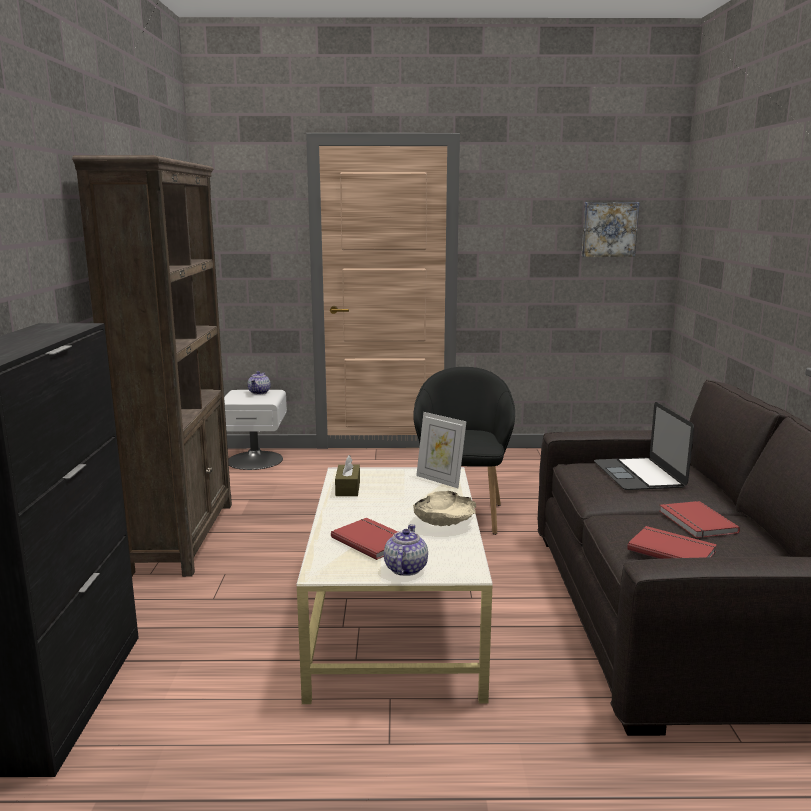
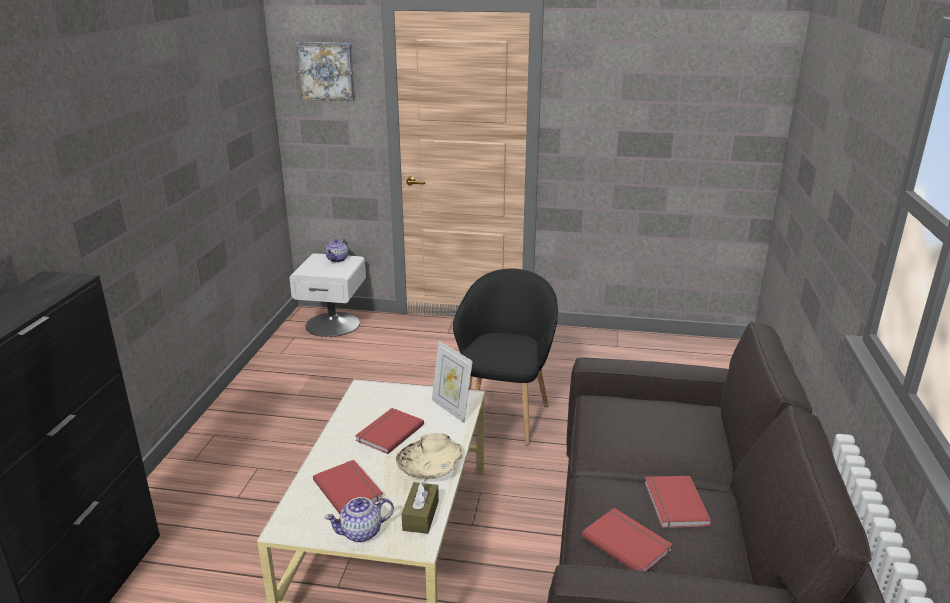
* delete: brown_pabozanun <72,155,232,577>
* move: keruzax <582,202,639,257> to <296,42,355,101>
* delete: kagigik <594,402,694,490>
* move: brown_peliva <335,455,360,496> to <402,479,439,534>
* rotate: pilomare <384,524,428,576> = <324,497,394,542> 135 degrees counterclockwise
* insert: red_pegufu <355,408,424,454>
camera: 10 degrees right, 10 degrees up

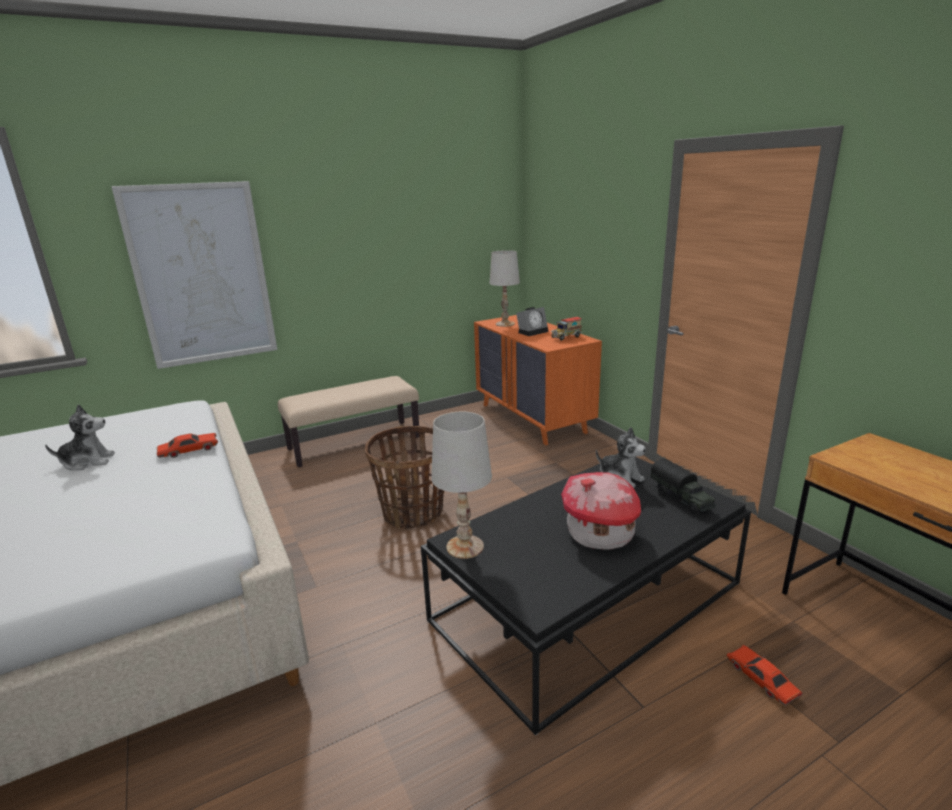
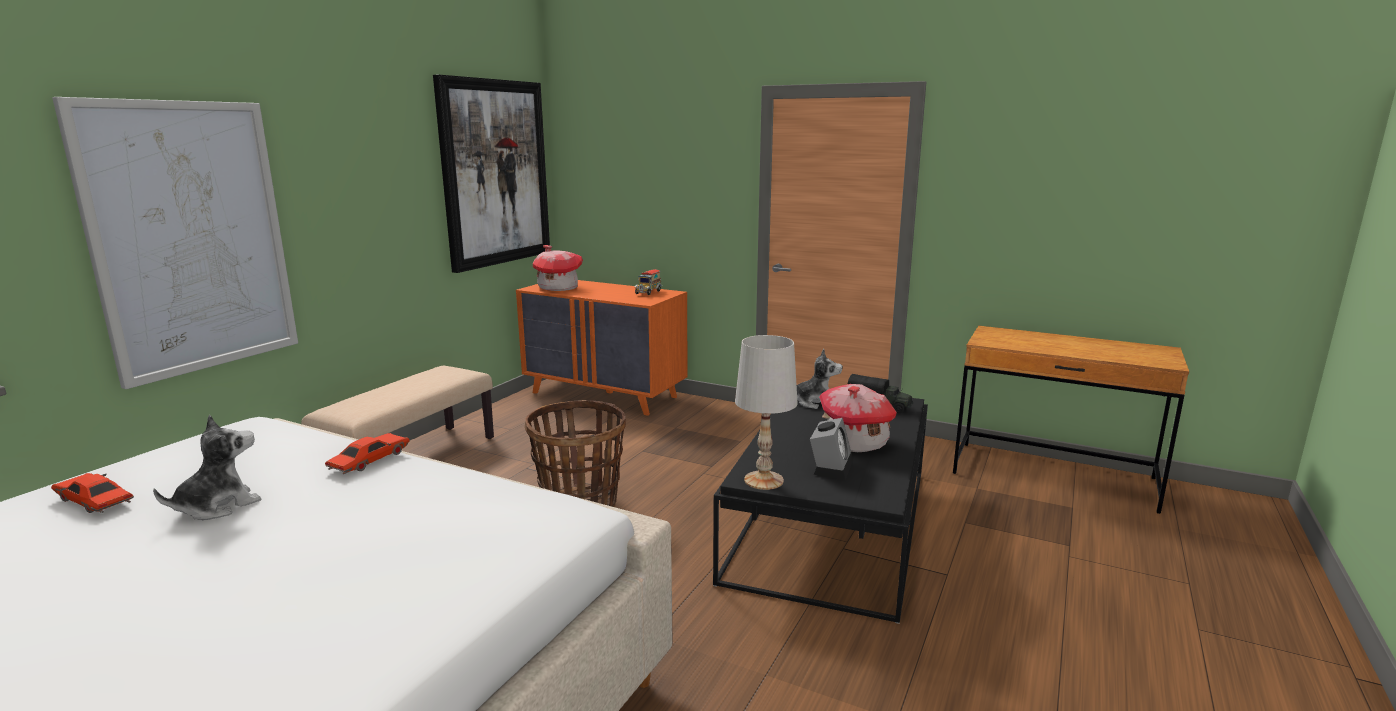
* replace: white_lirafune <489,250,520,327> to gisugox <533,245,583,291>
* move: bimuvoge <516,307,549,336> to <810,418,853,479>
* move: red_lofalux <727,645,803,706> to <51,473,134,513>
* insert: keruzax <433,74,550,273>
camera: 35 degrees left, 5 degrees down

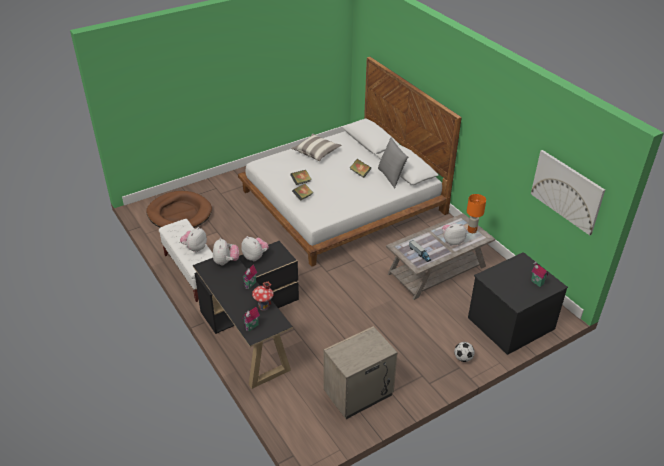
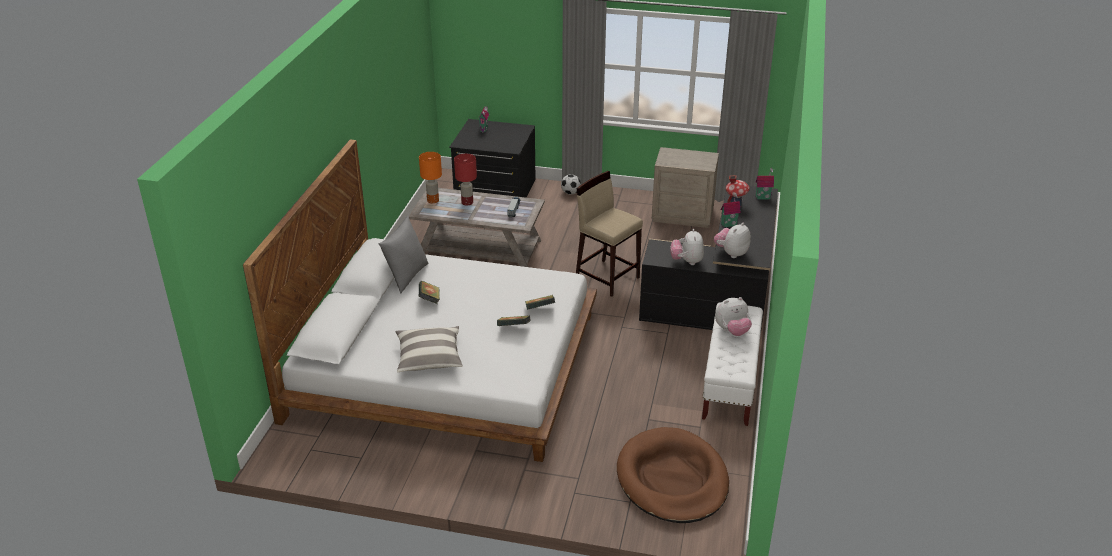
* delete: keruzax <531,150,605,235>
* replace: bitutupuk <442,223,467,245> to red_lirafune <454,154,477,206>
* insert: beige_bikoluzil <576,171,643,297>
camera: 135 degrees left, 5 degrees down

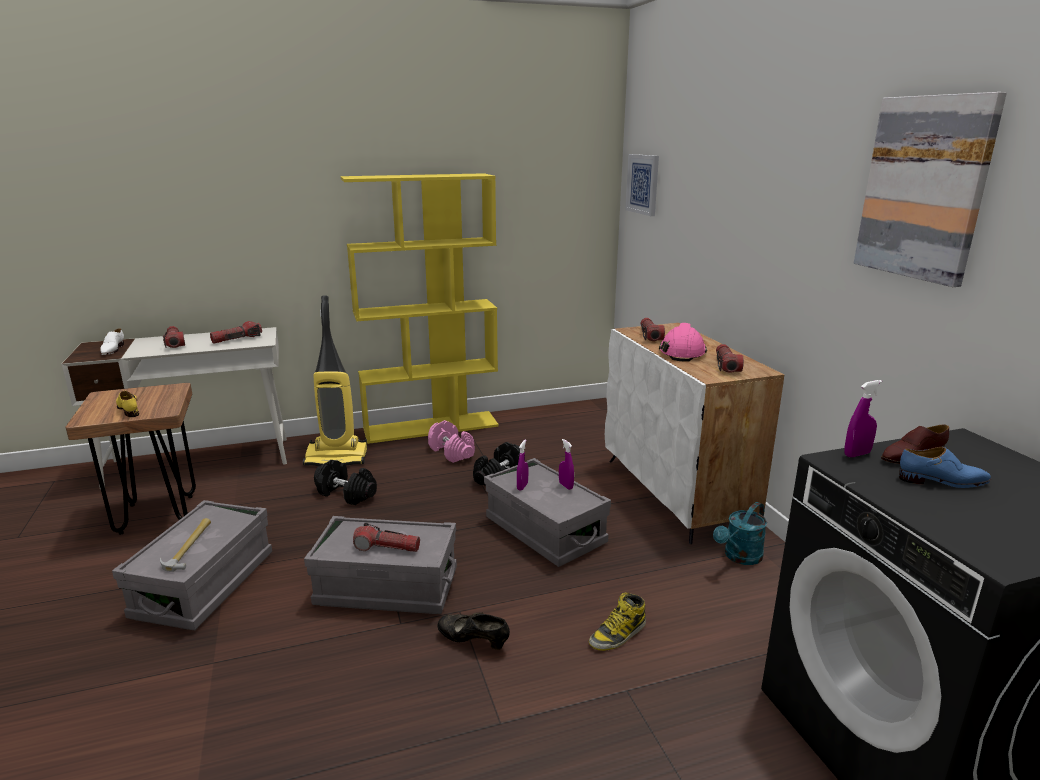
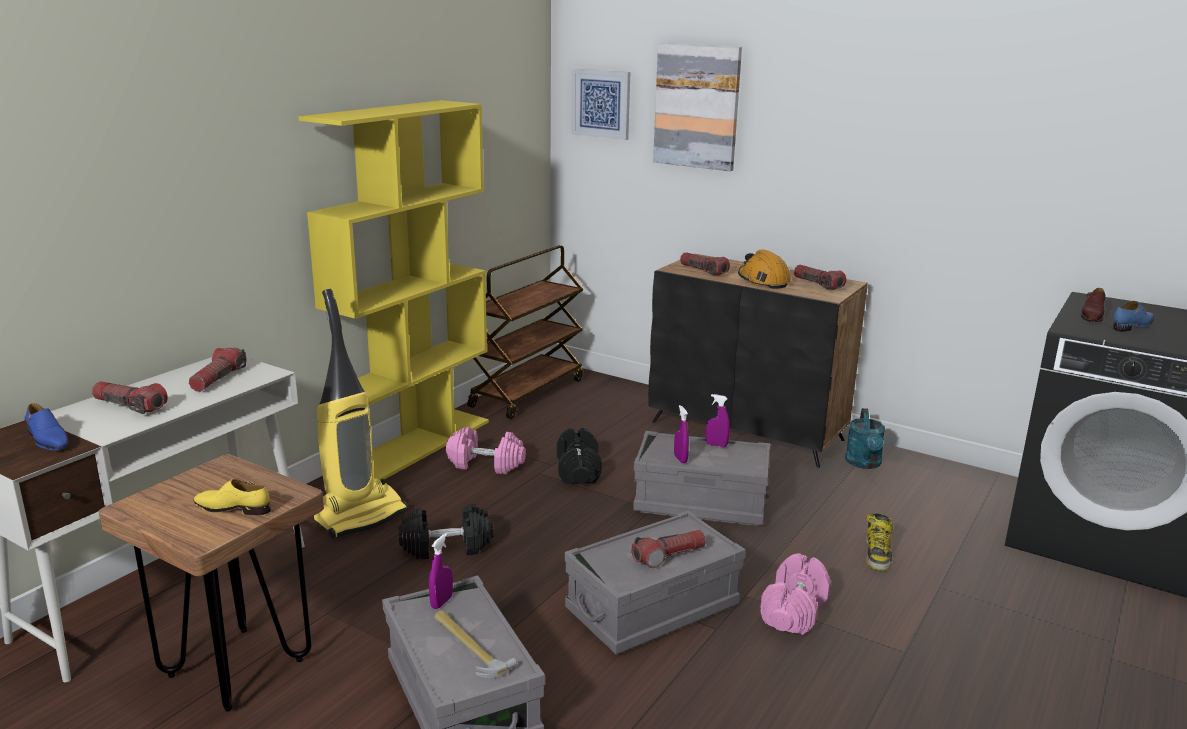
* move: keruzax <854,92,1007,287> to <653,43,742,171>
* recolor: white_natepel <605,323,784,544> to black_natepel <648,254,868,468>
* recolor: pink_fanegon <659,323,707,362> to orange_fanegon <738,249,791,289>
* recolor: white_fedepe <100,328,124,355> to blue_fedepe <25,403,69,450>
* move: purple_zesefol <844,380,882,457> to <429,533,453,609>
* replace: black_fedepe <437,612,510,650> to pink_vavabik <761,553,831,635>
* insert: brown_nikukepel <467,245,583,419>
camera: 40 degrees left, 0 degrees up

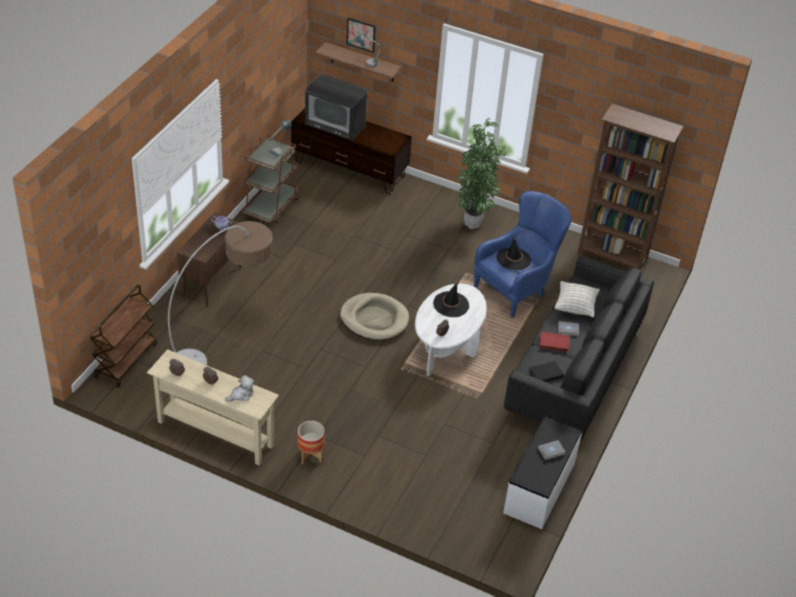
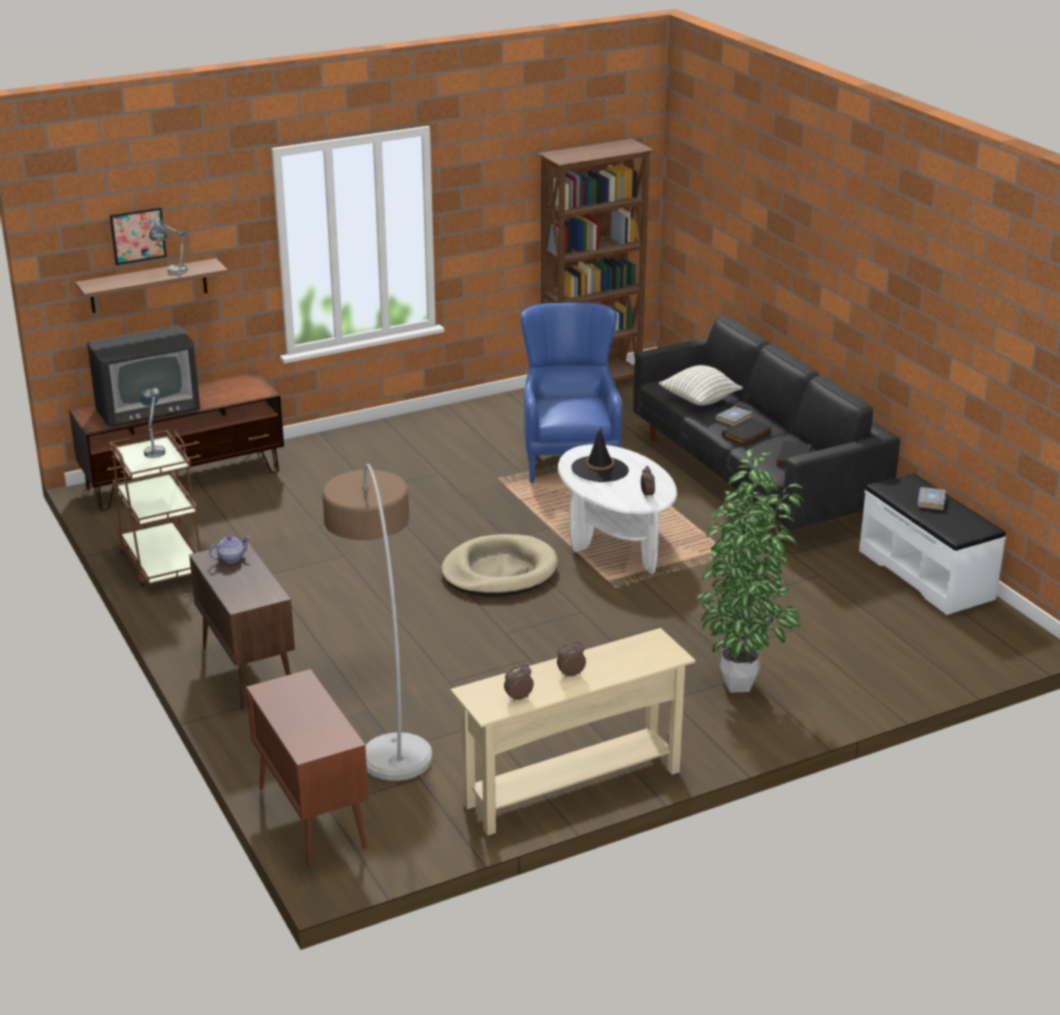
* move: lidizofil <457,118,506,229> to <694,448,805,693>
* delete: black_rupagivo <497,236,531,270>
* replace: brown_nikukepel <90,285,157,387> to brown_natepel <246,669,368,868>
* recolor: red_pegufu <539,332,570,352> to black_pegufu <722,418,772,446>
* delete: bitutupuk <225,375,254,402>
* delete: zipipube <298,421,325,465>
camera: 50 degrees left, 15 degrees down

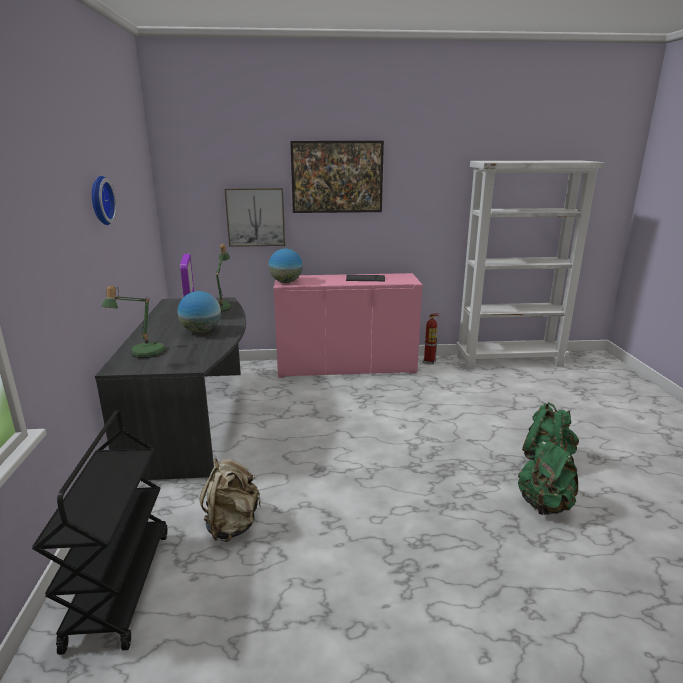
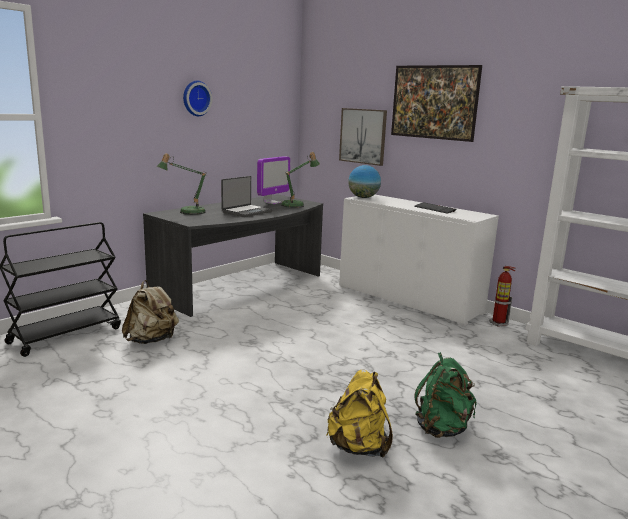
* recolor: pink_natepel <274,273,422,378> to white_natepel <339,195,499,326>
* replace: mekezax <178,291,221,333> to kagigik <221,176,272,217>
* recolor: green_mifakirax <518,439,578,515> to yellow_mifakirax <327,369,393,458>
camera: 45 degrees right, 5 degrees down

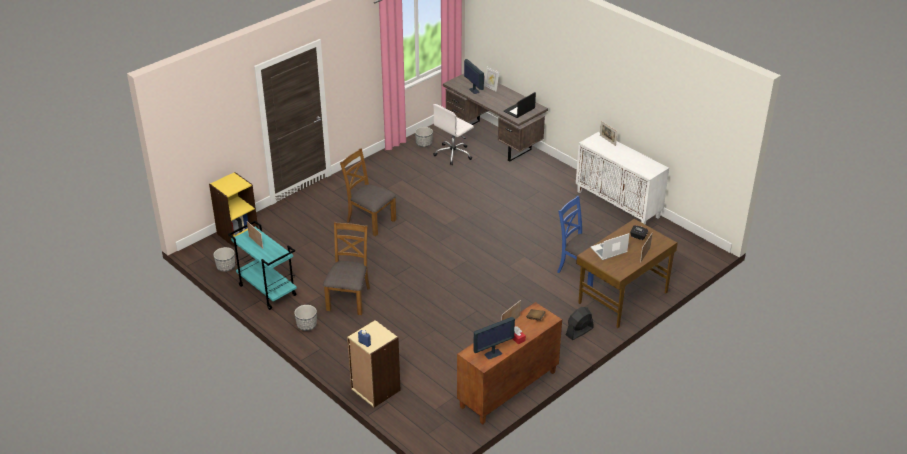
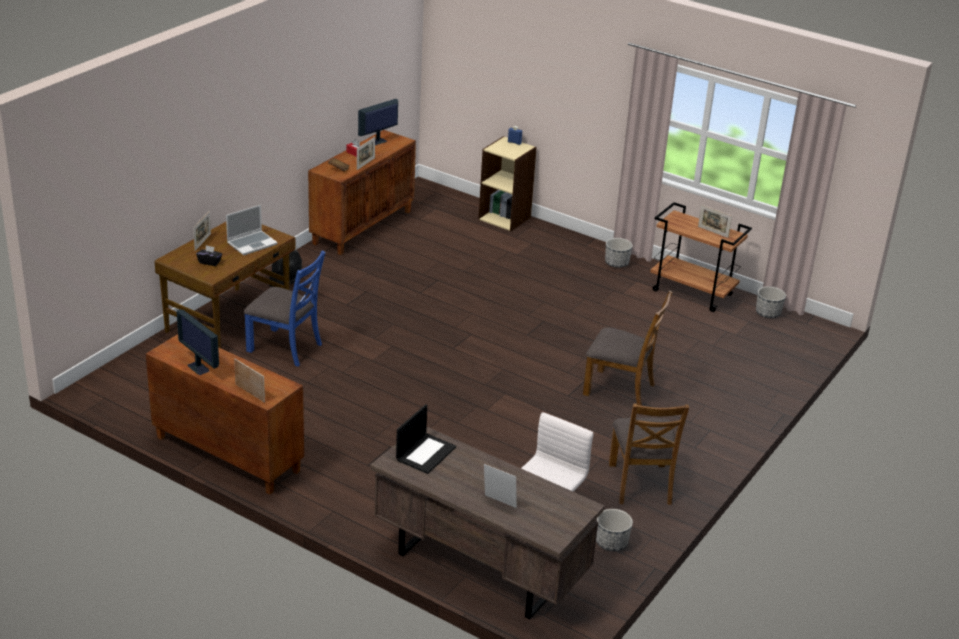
* move: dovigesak <464,59,484,94> to <176,309,219,375>
* recolor: white_natepel <576,132,669,225> to brown_natepel <146,334,304,494>
* delete: yellow_pabozanun <209,172,258,247>
* recolor: turquoise_nikukepel <228,221,297,310> to brown_nikukepel <650,202,752,312>
* move: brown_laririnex <323,222,370,315> to <609,403,689,505>
camera: 165 degrees right, 5 degrees down

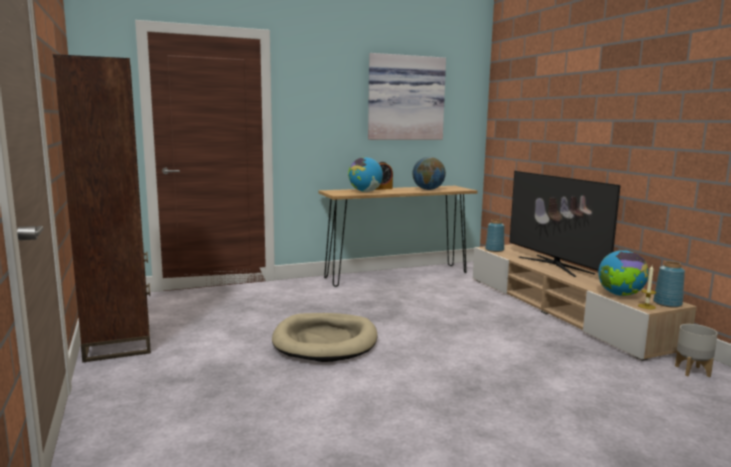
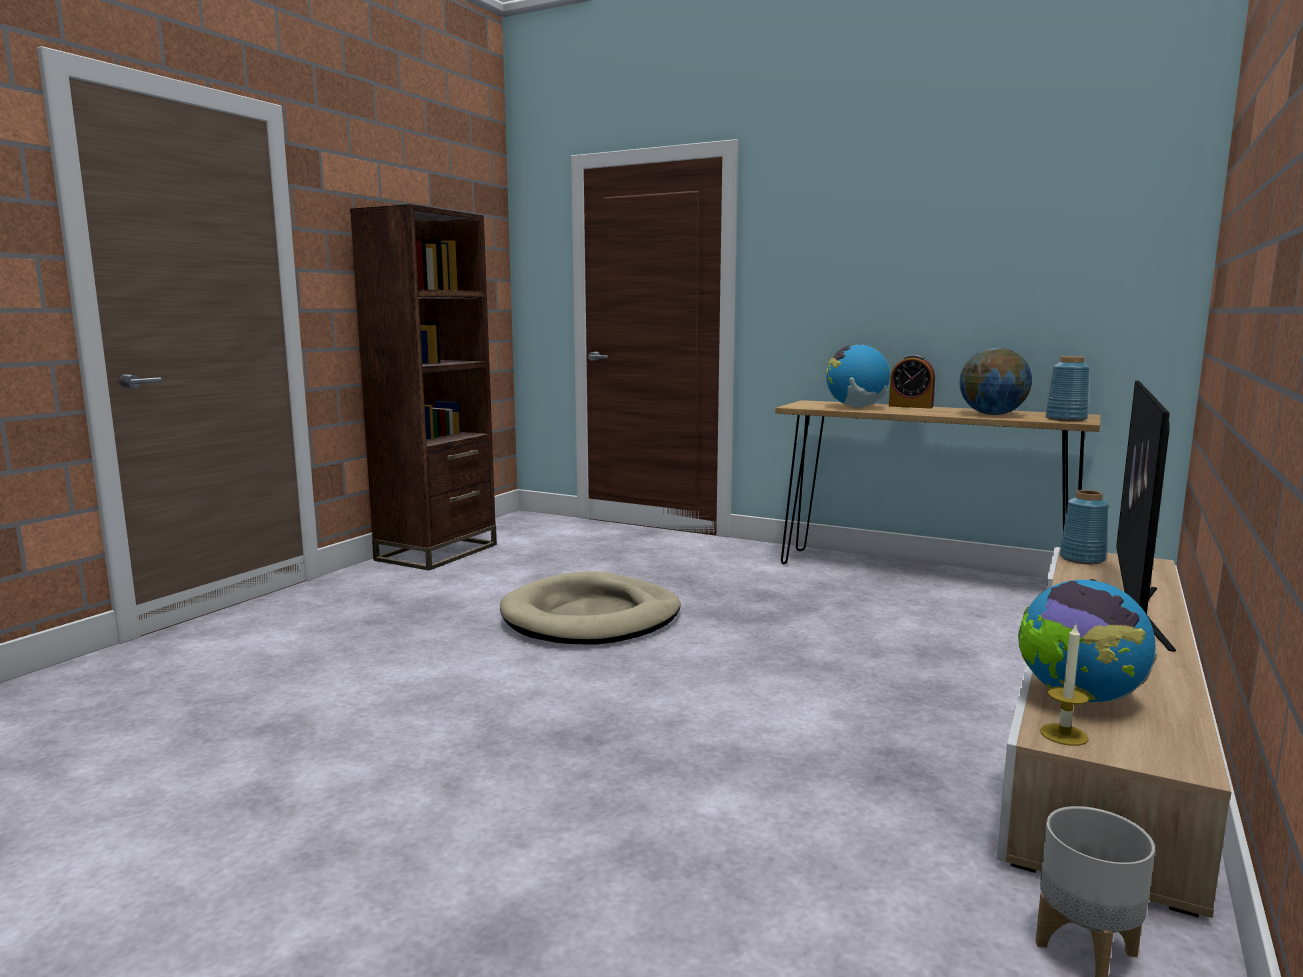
* delete: keruzax <368,53,446,140>
* move: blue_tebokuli <653,261,685,308> to <1046,356,1090,422>
camera: 50 degrees right, 0 degrees up

